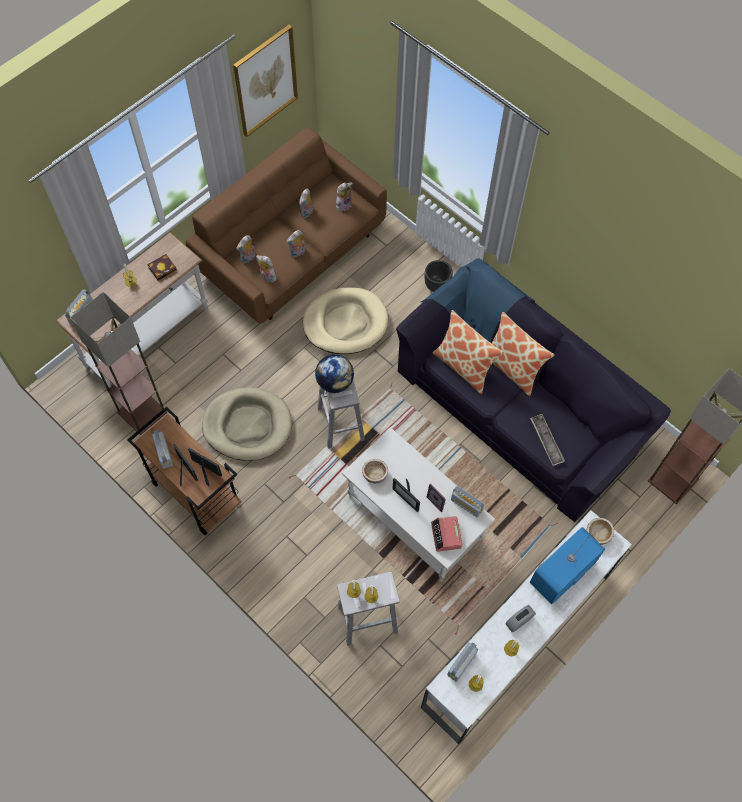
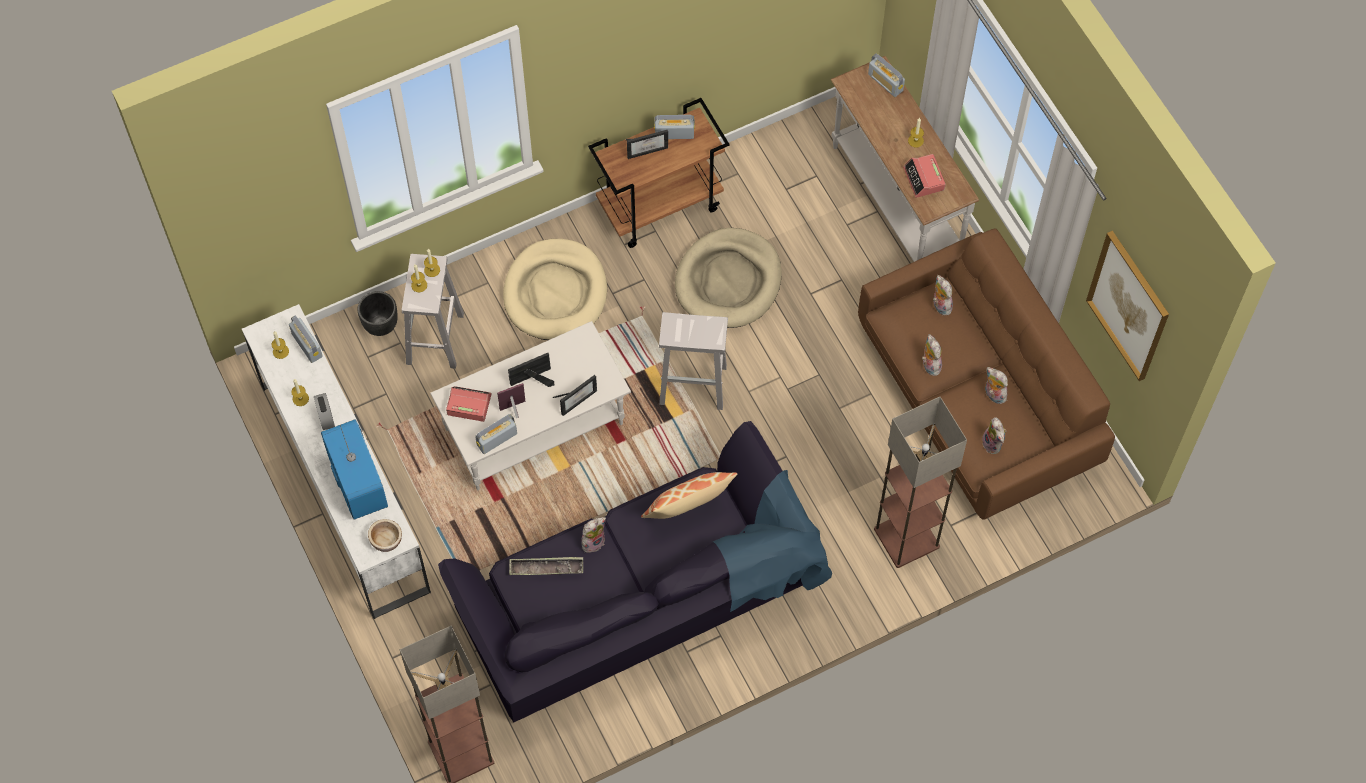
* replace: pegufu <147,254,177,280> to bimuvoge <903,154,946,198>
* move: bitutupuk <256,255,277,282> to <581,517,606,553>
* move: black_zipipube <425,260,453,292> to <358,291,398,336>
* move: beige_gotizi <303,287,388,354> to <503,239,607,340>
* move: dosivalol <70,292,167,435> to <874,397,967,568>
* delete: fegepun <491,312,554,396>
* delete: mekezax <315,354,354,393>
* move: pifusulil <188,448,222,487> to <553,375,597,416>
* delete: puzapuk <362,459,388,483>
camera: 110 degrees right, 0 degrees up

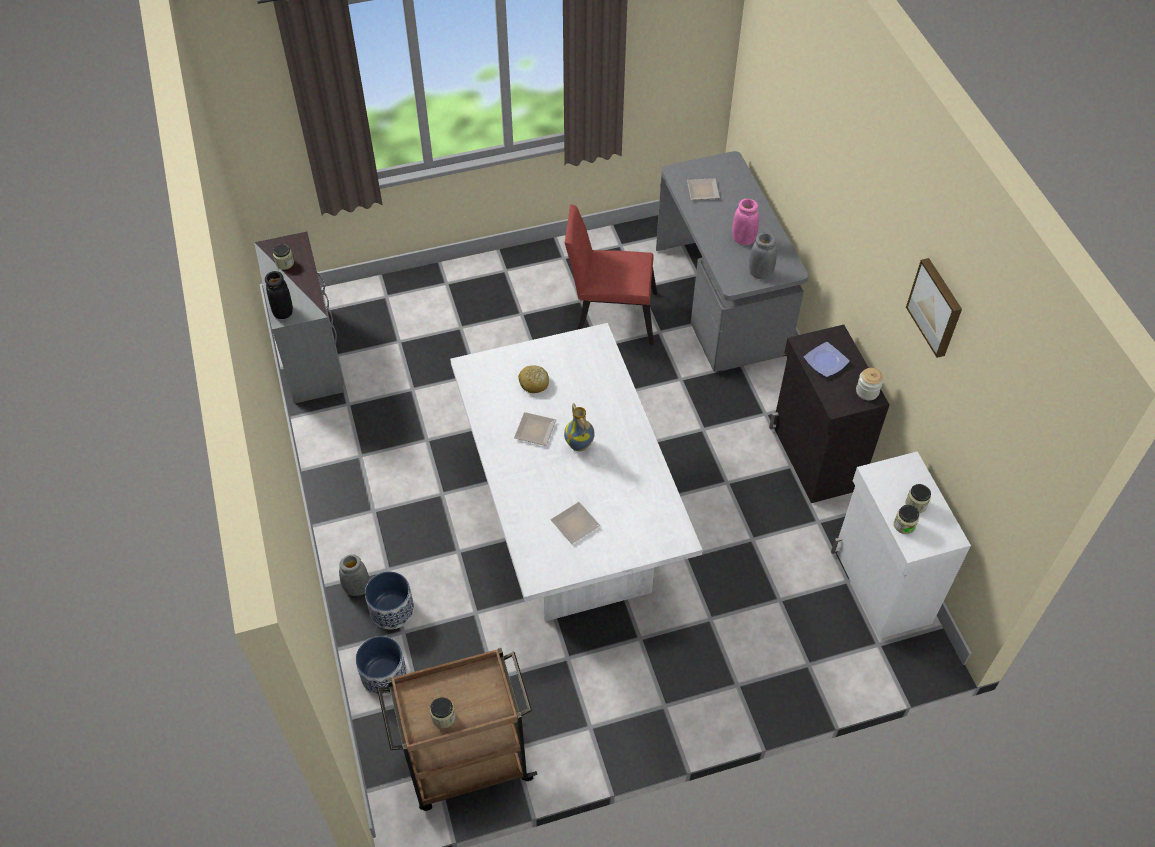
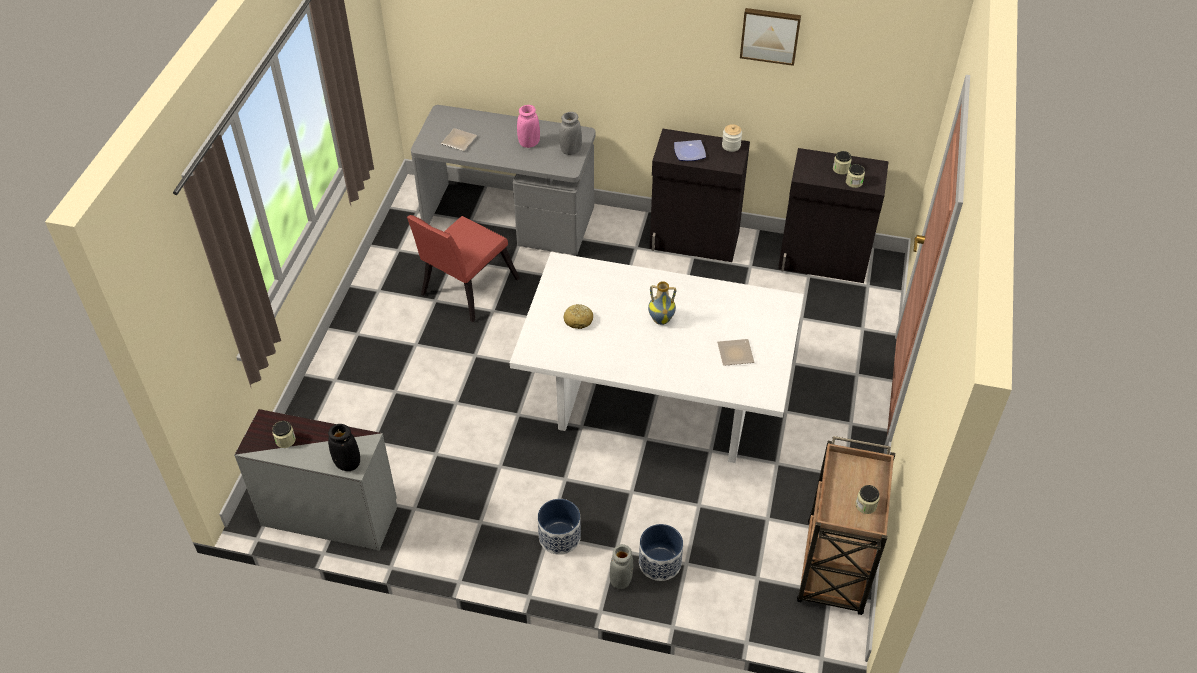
* delete: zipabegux <514,412,556,446>
* recolor: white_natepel <831,451,971,639> to black_natepel <778,148,889,283>
* move: zipipube <355,636,407,696> to <538,499,581,555>
camera: 60 degrees left, 5 degrees down

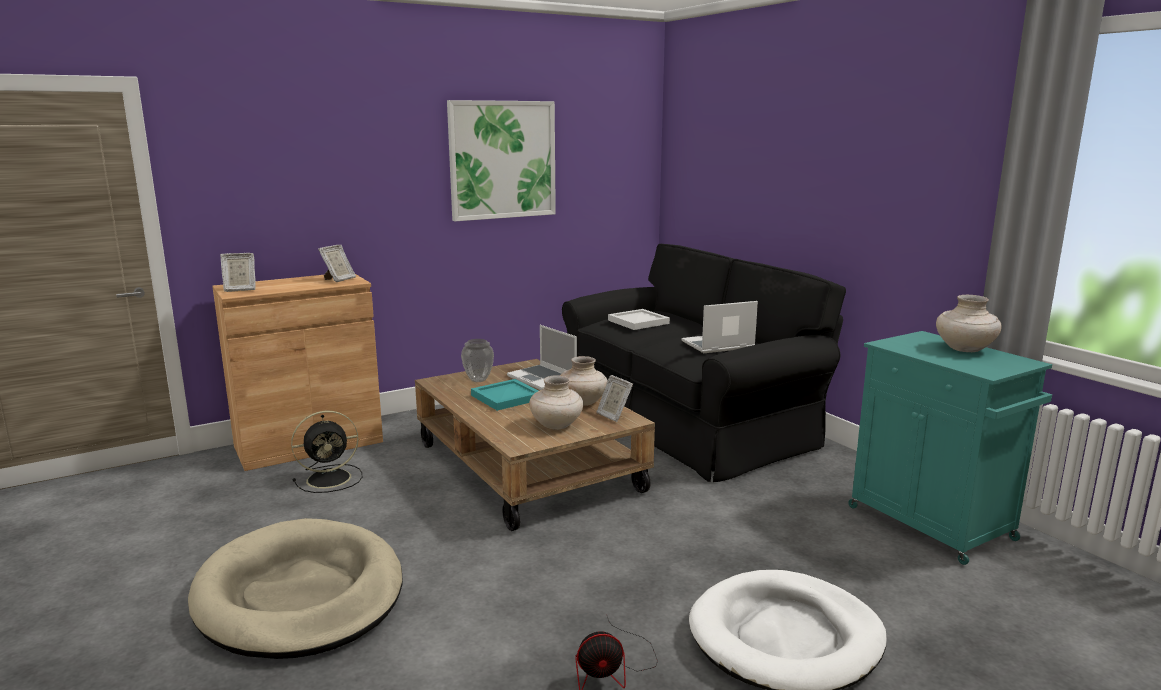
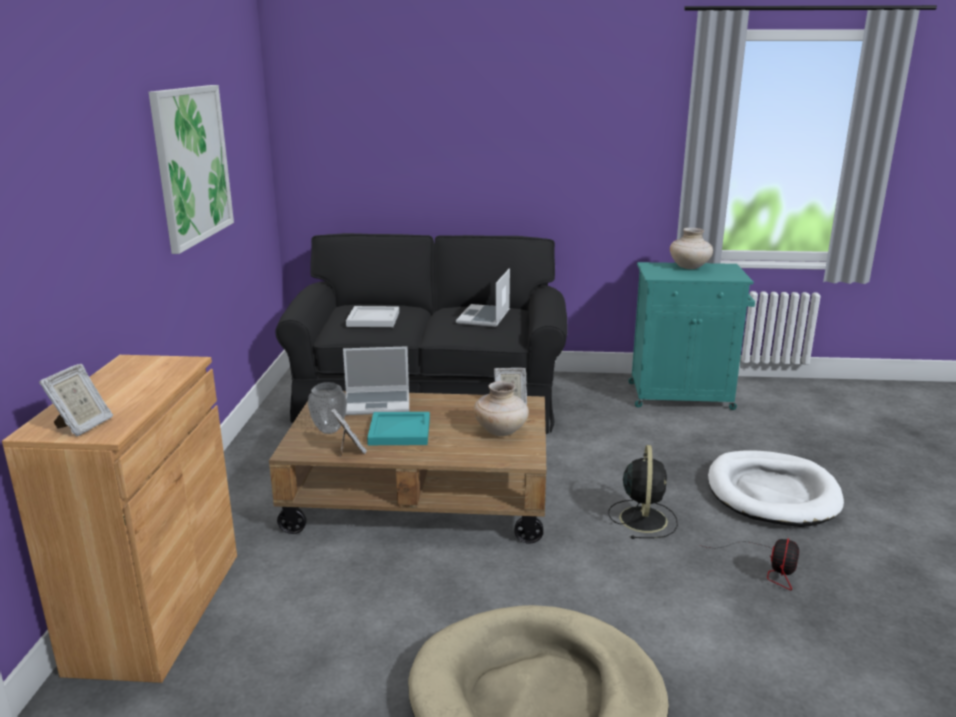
* move: pifusulil <318,245,356,282> to <330,409,367,457>
* delete: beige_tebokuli <560,356,608,406>
* move: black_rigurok <291,411,362,493> to <608,445,678,539>
camera: 55 degrees left, 5 degrees up

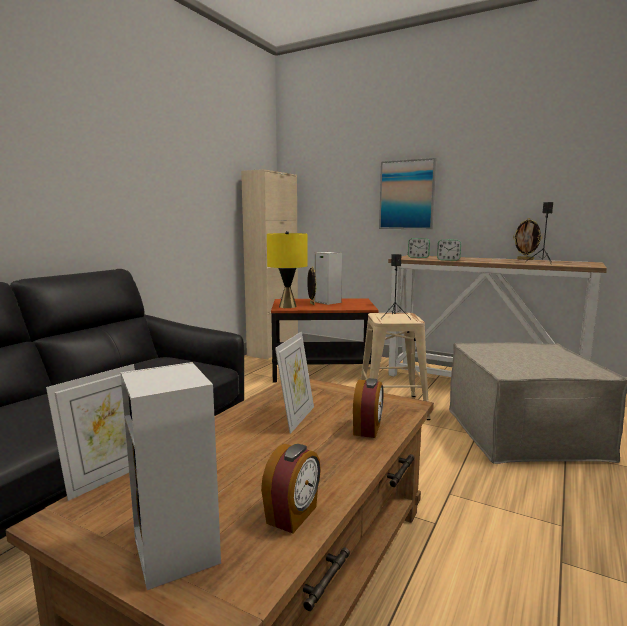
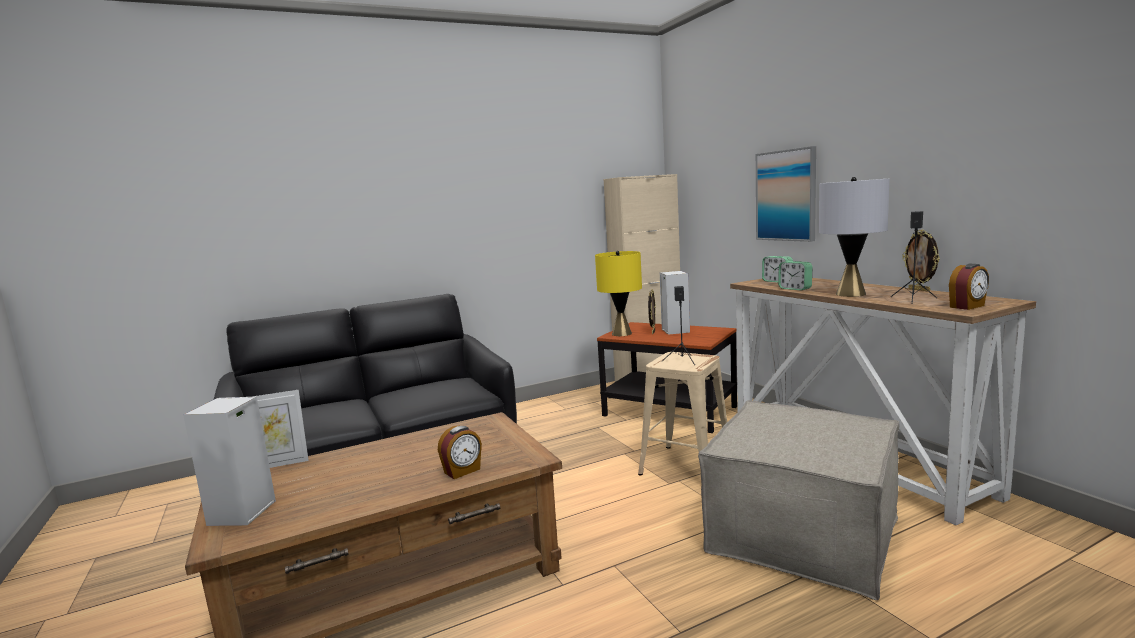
* delete: pifusulil <275,332,314,434>
* move: bimuvoge <261,444,321,533> to <949,264,989,310>
* insert: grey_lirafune <819,177,889,297>
camera: 35 degrees right, 0 degrees up

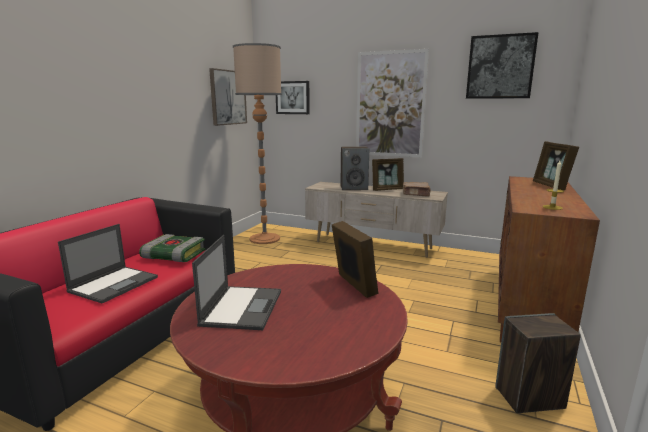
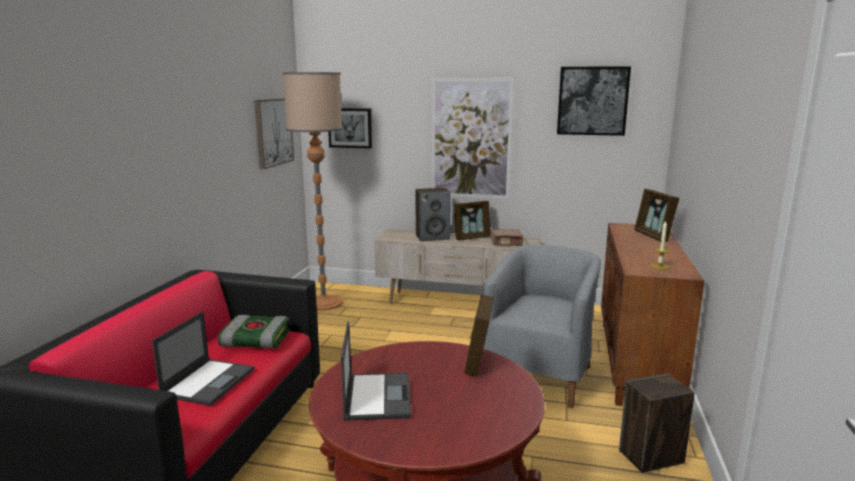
* rotate: pifusulil <332,221,378,298> = <464,295,494,376> 135 degrees counterclockwise
* insert: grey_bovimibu <483,244,601,409>
camera: 10 degrees left, 0 degrees up

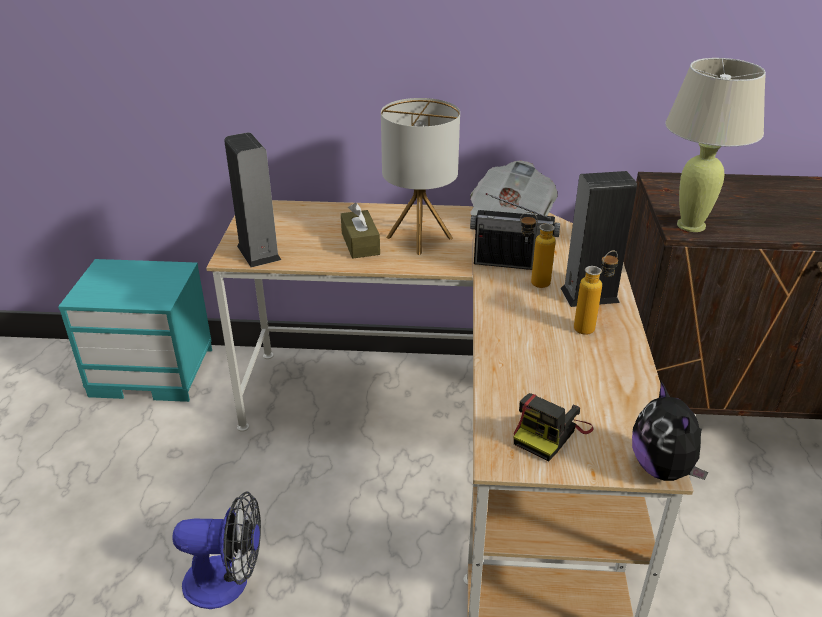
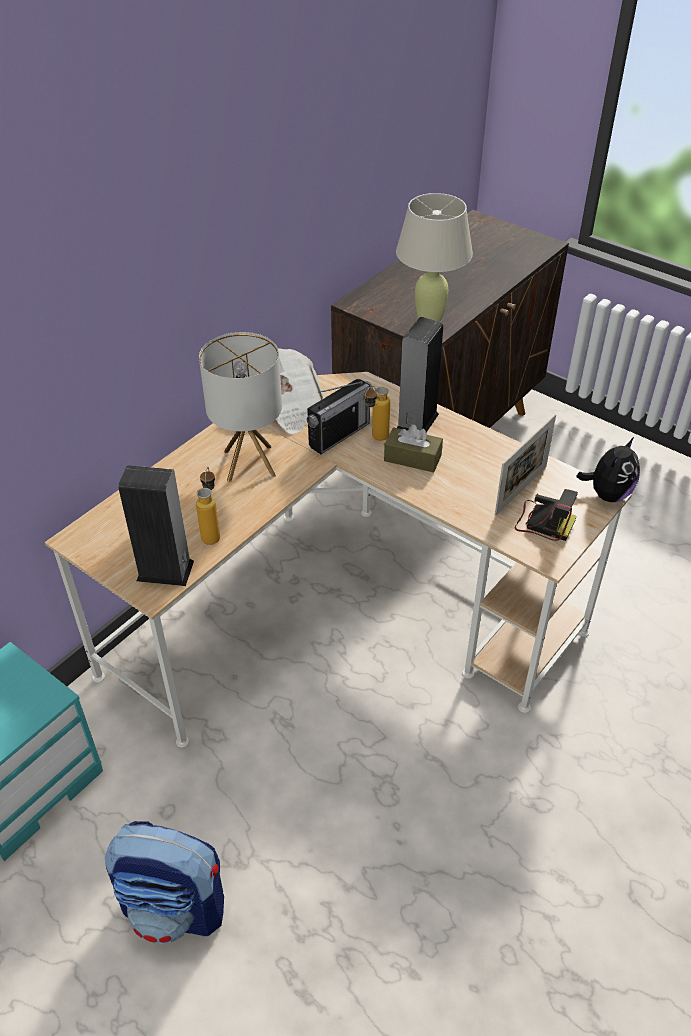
* move: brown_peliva <341,203,380,259> to <384,425,443,472>
* move: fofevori <574,250,618,335> to <196,467,220,545>
* rotate: bitutupuk <632,381,708,481> = <576,437,640,502> 75 degrees counterclockwise
* rotate: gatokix <514,393,594,461> = <515,489,578,541> 45 degrees counterclockwise
* delete: rigurok <172,491,261,609>
* insert: pifusulil <495,414,556,516>
* insert: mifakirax <105,821,224,944>
camera: 55 degrees left, 10 degrees up

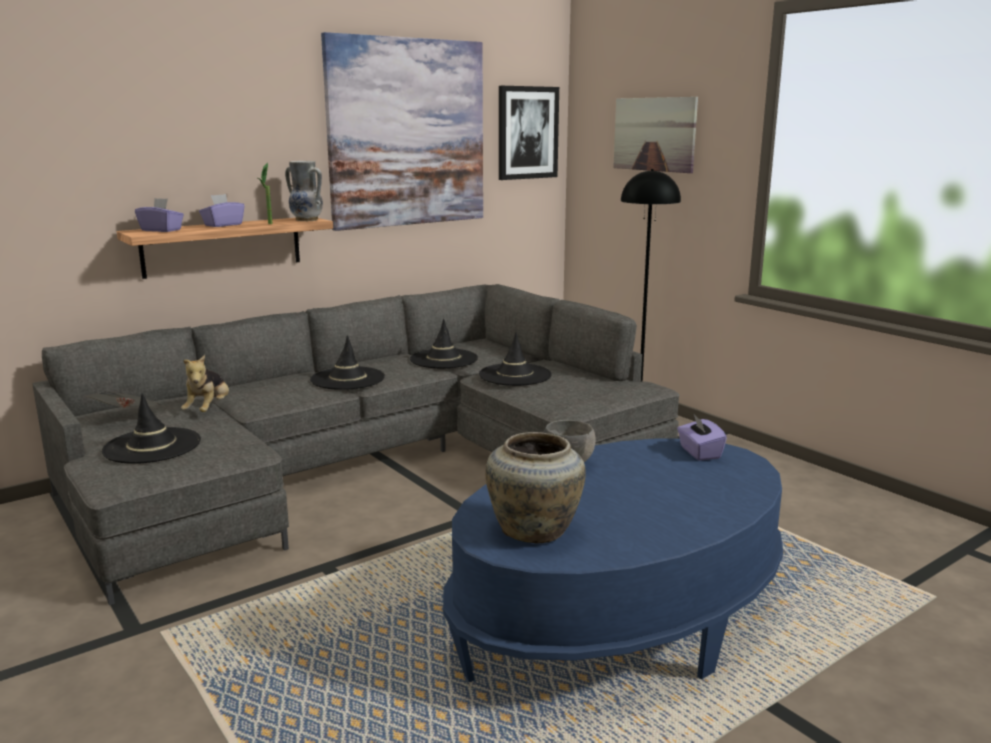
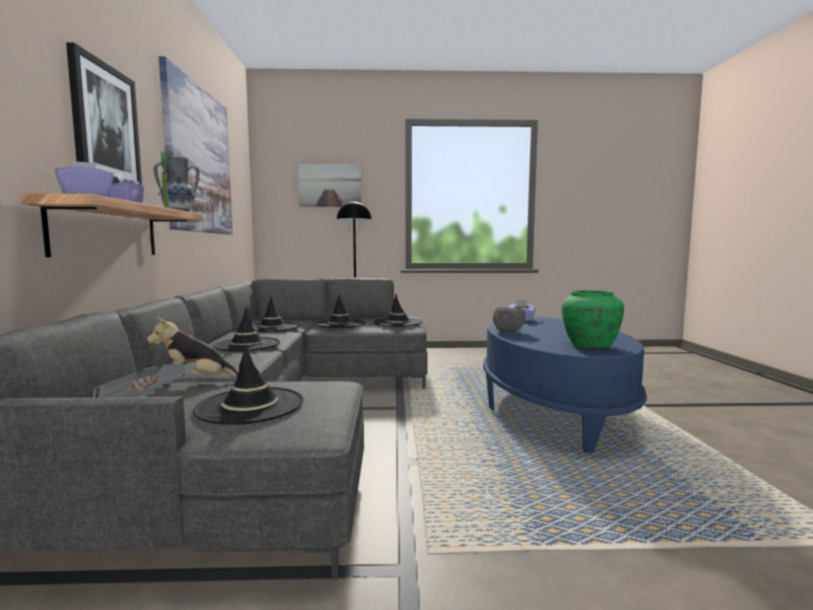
* move: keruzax <499,86,559,180> to <66,42,142,184>
* rotate: bitutupuk <181,355,229,412> = <147,317,239,379> 135 degrees clockwise
* recolor: beige_tebokuli <485,432,585,543> to green_tebokuli <561,290,624,349>
* insert: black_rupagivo <373,294,422,327>
camera: 55 degrees left, 10 degrees down

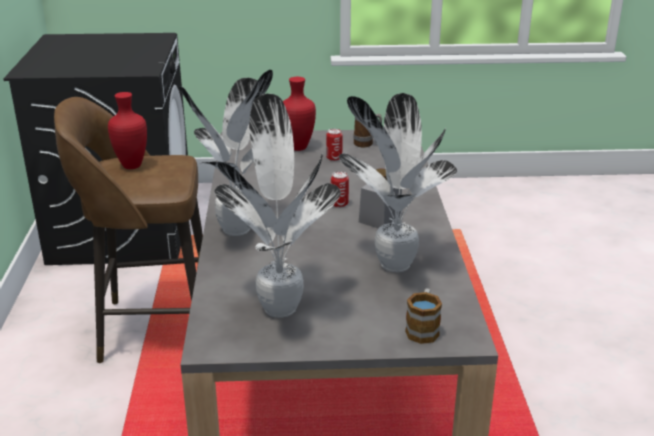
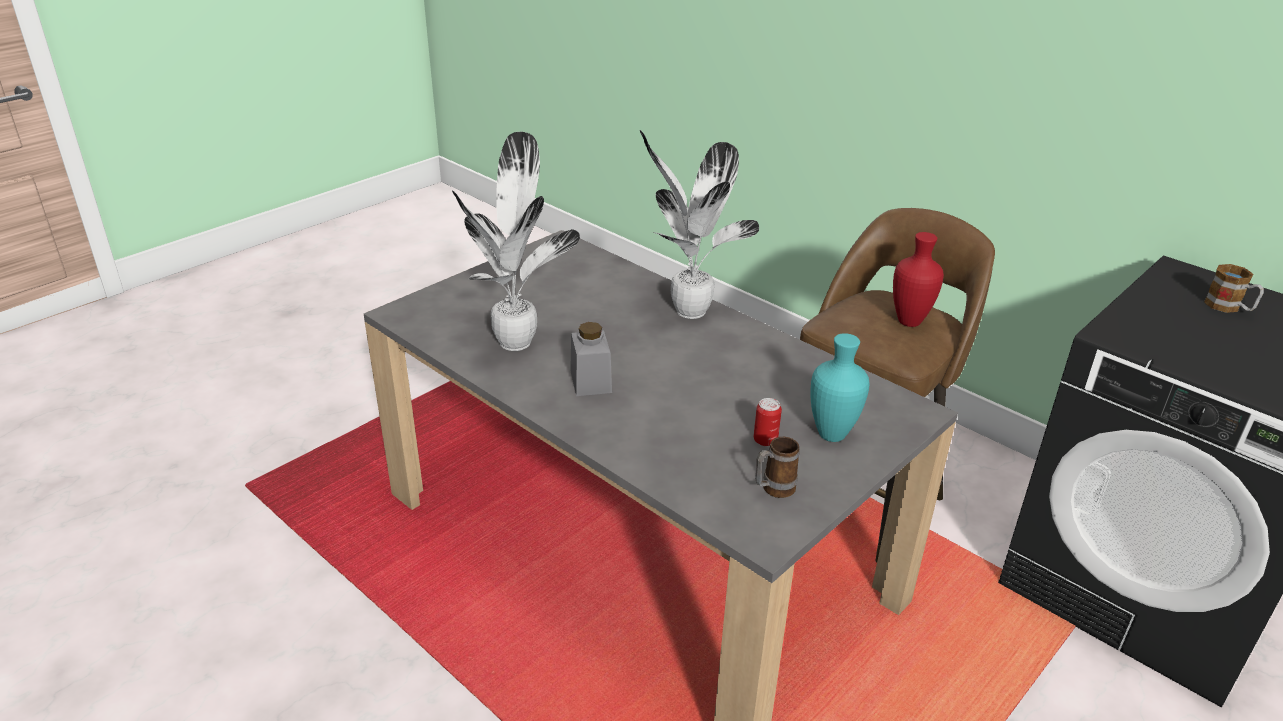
* recolor: red_tebokuli <283,77,316,151> to turquoise_tebokuli <810,333,869,442>
* delete: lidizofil <215,94,341,318>
* delete: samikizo <331,171,349,208>
* move: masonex <405,288,442,344> to <1204,264,1264,313>
camera: 135 degrees right, 5 degrees up

